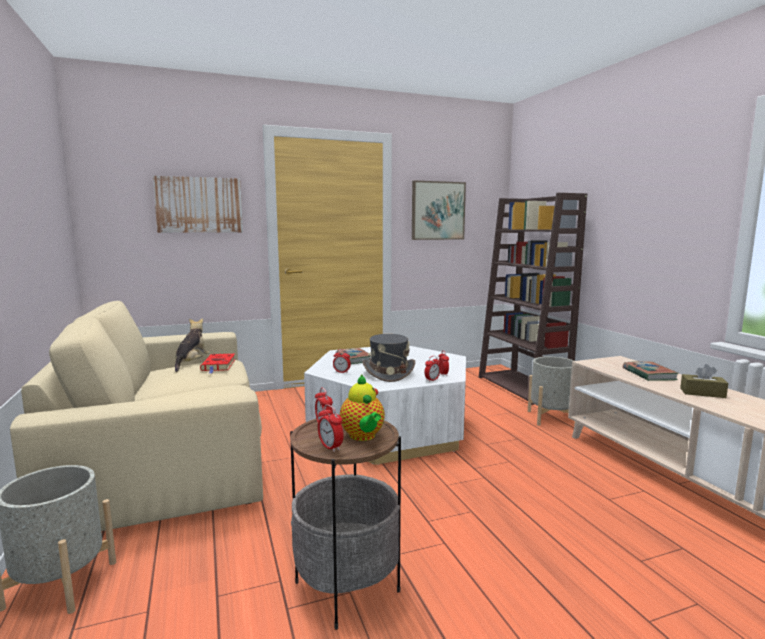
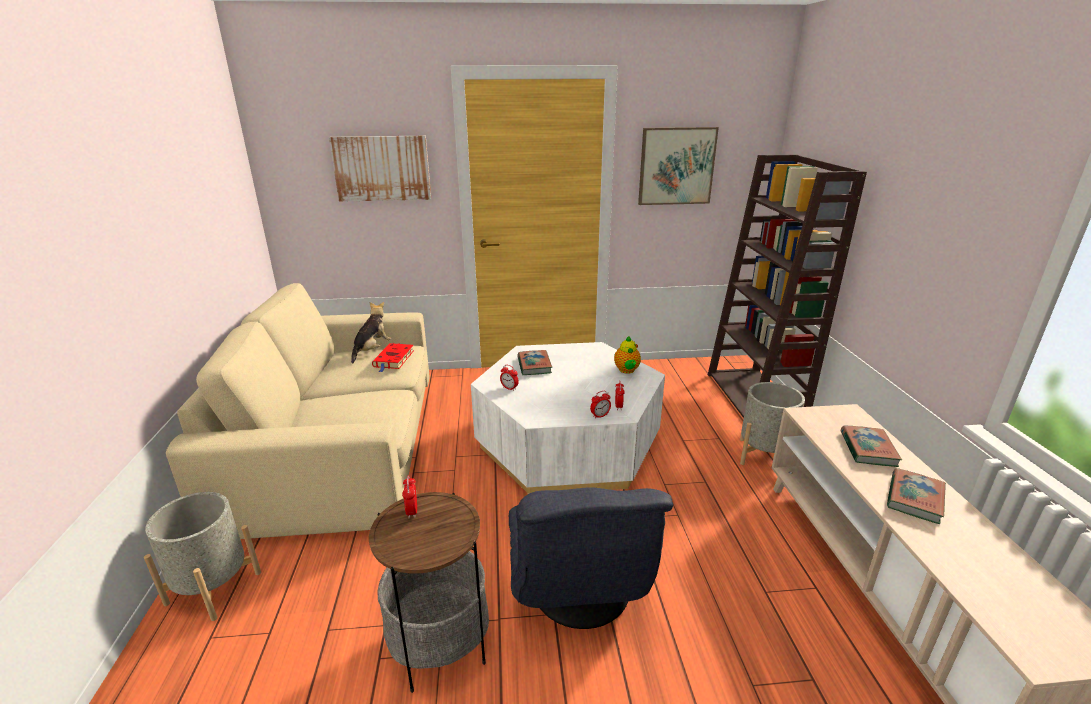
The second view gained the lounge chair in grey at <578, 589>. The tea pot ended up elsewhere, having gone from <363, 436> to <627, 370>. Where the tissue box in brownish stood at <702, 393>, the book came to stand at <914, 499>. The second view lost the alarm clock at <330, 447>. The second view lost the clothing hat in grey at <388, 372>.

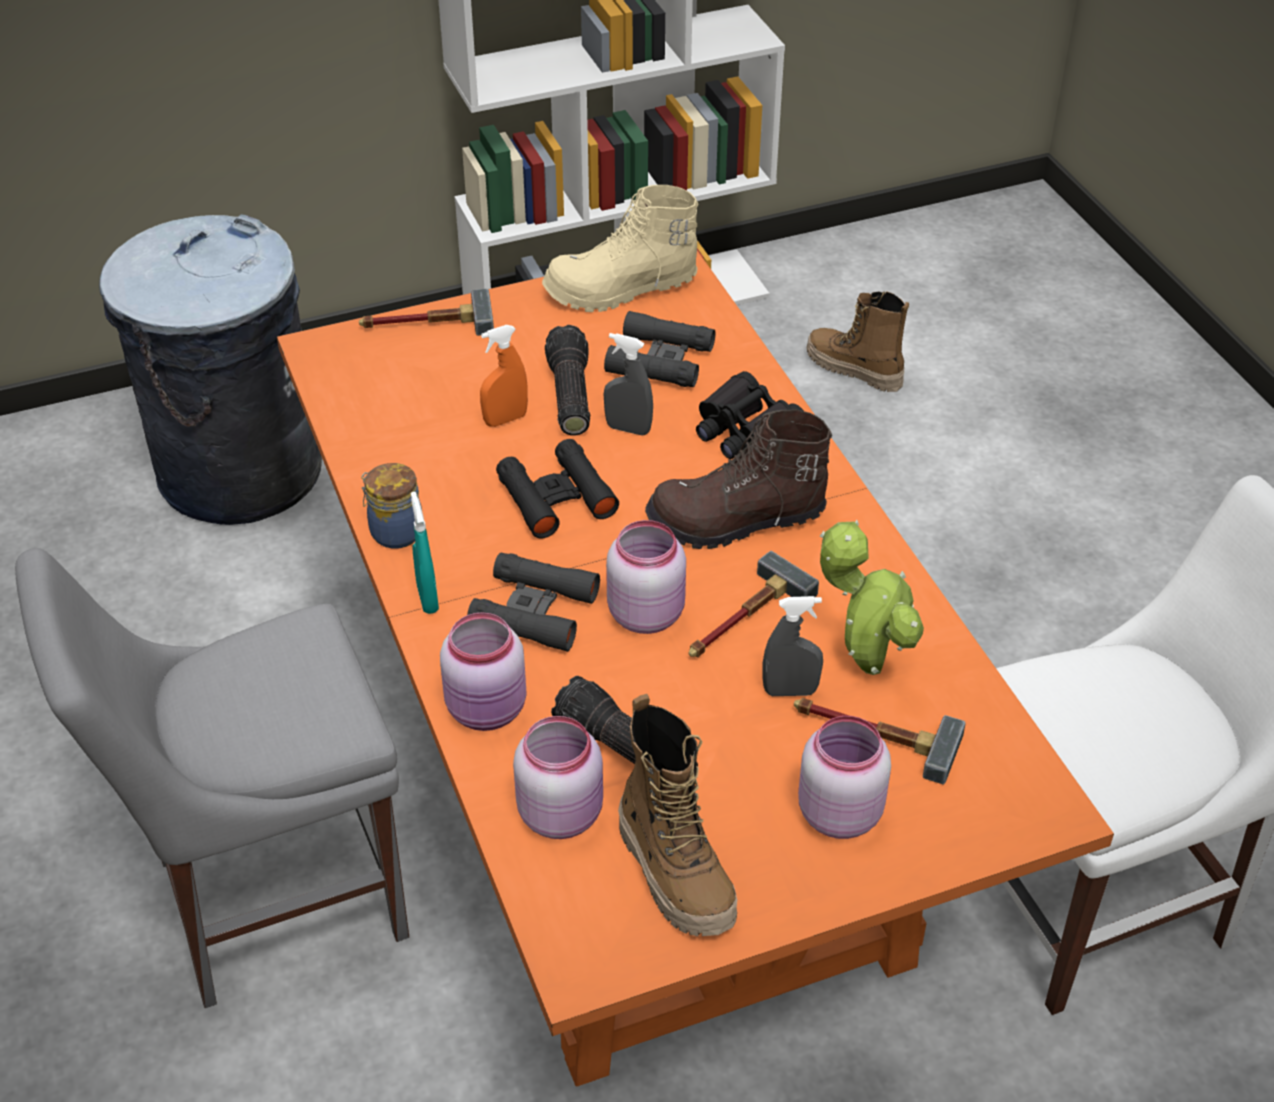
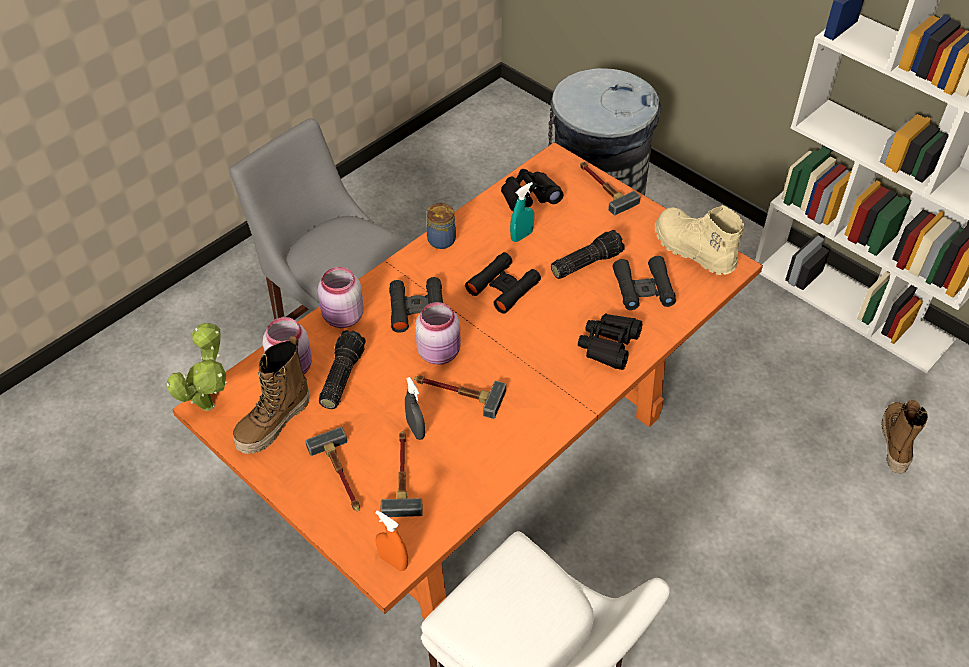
The potted plant ended up elsewhere, having gone from <865, 663> to <210, 402>. Where the jar in pink stood at <837, 812>, the hammer came to stand at <341, 476>. The sprayer in orangey ended up elsewhere, having gone from <505, 419> to <393, 561>. The second view gained the binoculars in blackish at <529, 197>. The sprayer in turquoise ended up elsewhere, having gone from <427, 598> to <521, 236>. The second view lost the sprayer in grey at <628, 429>. The second view lost the high-top boot in brownish at <736, 521>.

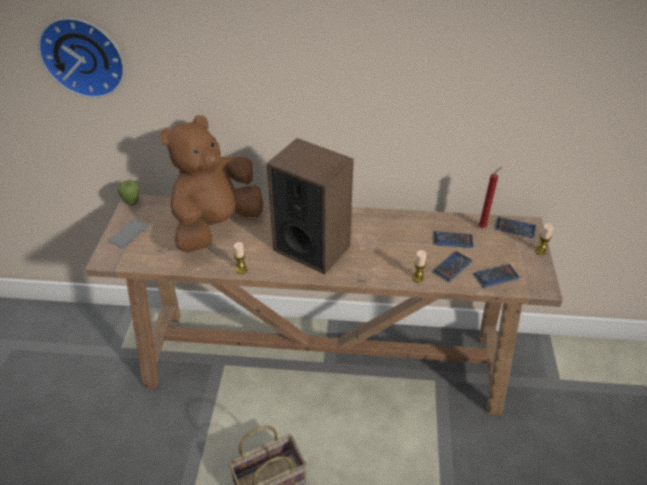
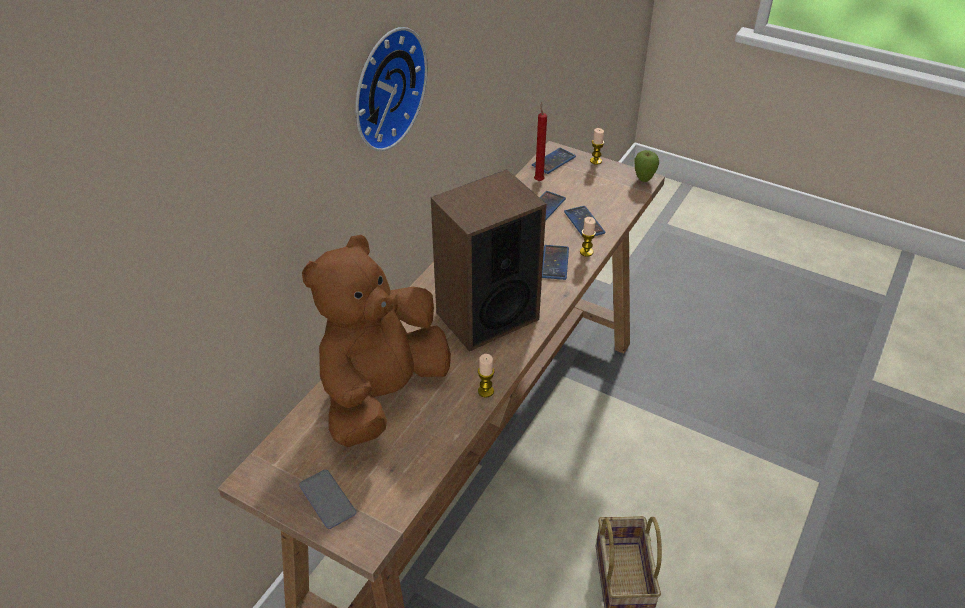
The cuddly toy in brownish at <216, 226> ended up facing another way, 60 degrees clockwise from before. The clock on the wall ended up elsewhere, having gone from <84, 56> to <384, 87>. The phone ended up elsewhere, having gone from <496, 276> to <555, 263>. The apple fruit ended up elsewhere, having gone from <132, 203> to <643, 180>.

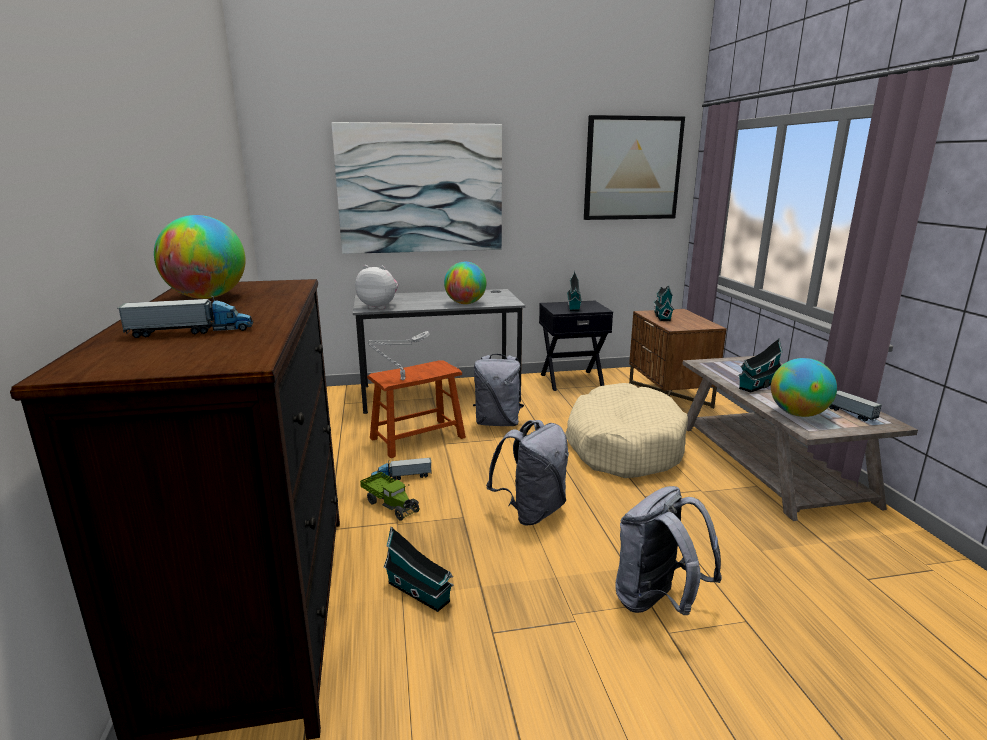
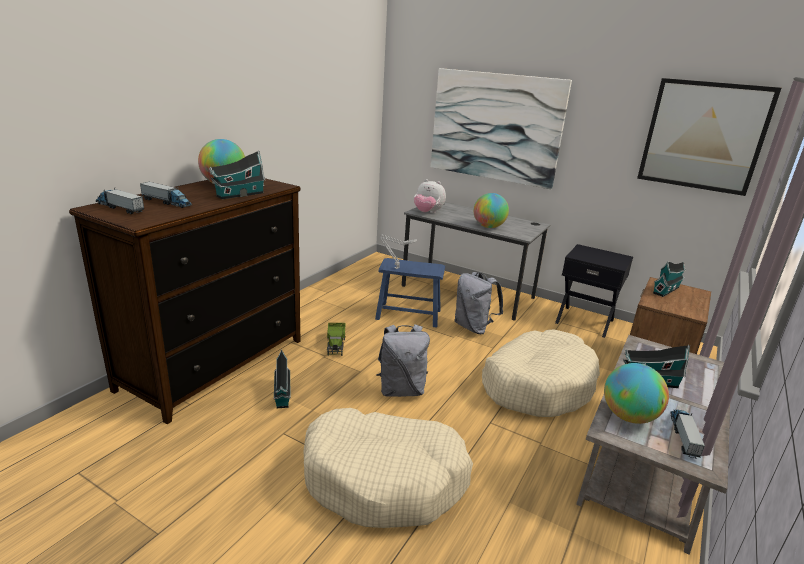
The model truck ended up elsewhere, having gone from <401, 477> to <119, 208>. The miniature house ended up elsewhere, having gone from <573, 307> to <238, 195>. Where the rucksack in grey stood at <657, 602>, the dog bed in sand-coloured came to stand at <384, 479>. What was the stool in brownish at <417, 438> turned into the stool in blue-coloured at <408, 314>. The cuddly toy at <379, 307> ended up facing another way, 150 degrees clockwise from before.

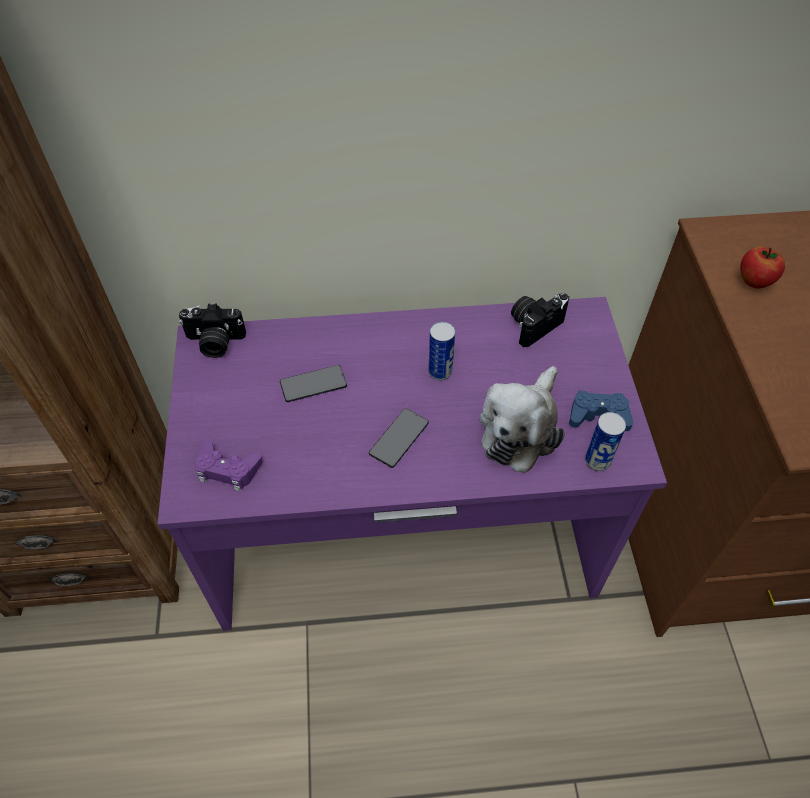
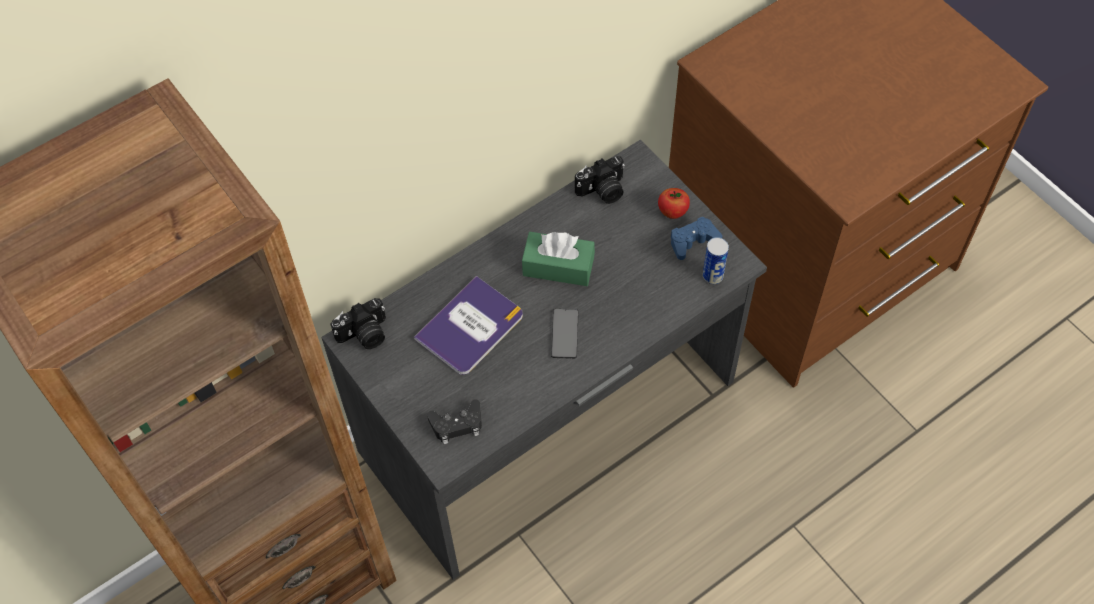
What was the desk in purplish at <405, 536> turned into the desk in grey at <550, 419>. Where the phone stood at <313, 384>, the book came to stand at <470, 327>. What was the game controller in purplish at <227, 469> turned into the game controller in blackish at <457, 425>. Where the metal can stood at <440, 371>, the tissue box in green-coloured came to stand at <558, 266>. The photo camera at <534, 325> ended up facing another way, 135 degrees counterclockwise from before. The apple fruit ended up elsewhere, having gone from <754, 281> to <672, 212>. The second view lost the cuddly toy at <520, 428>.

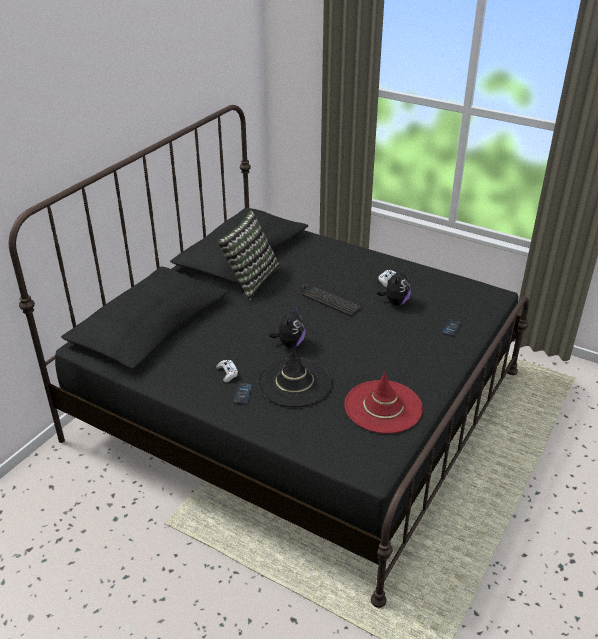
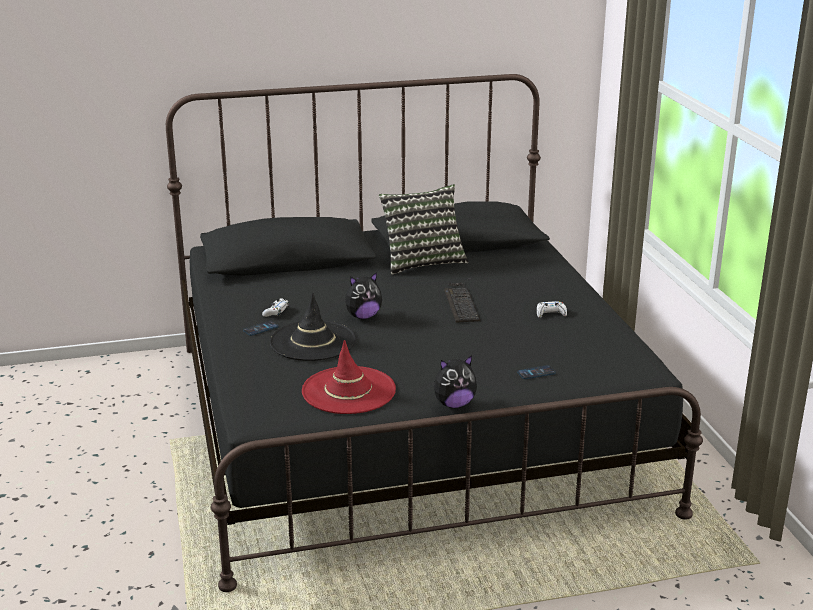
The cuddly toy ended up elsewhere, having gone from <395, 302> to <454, 404>.

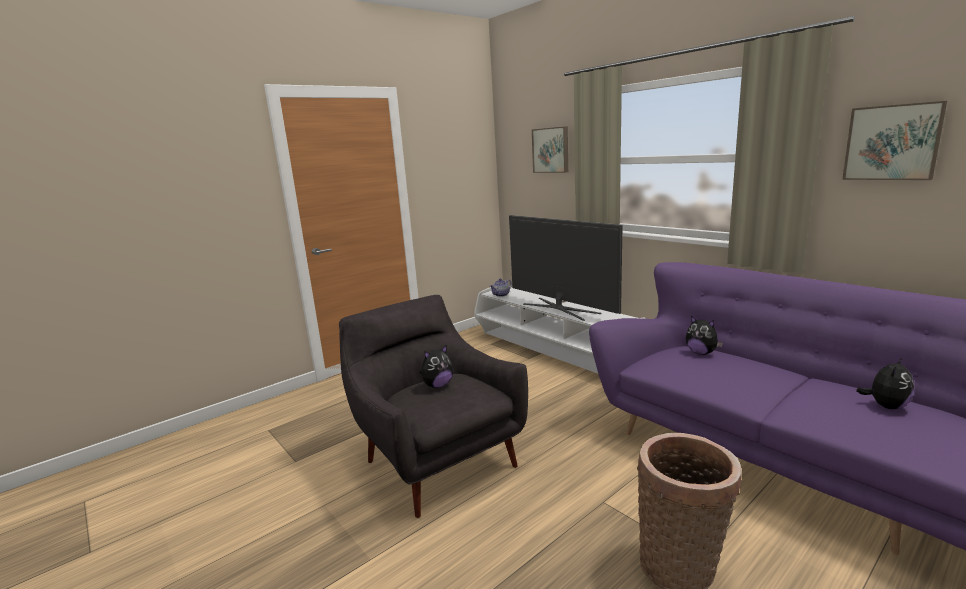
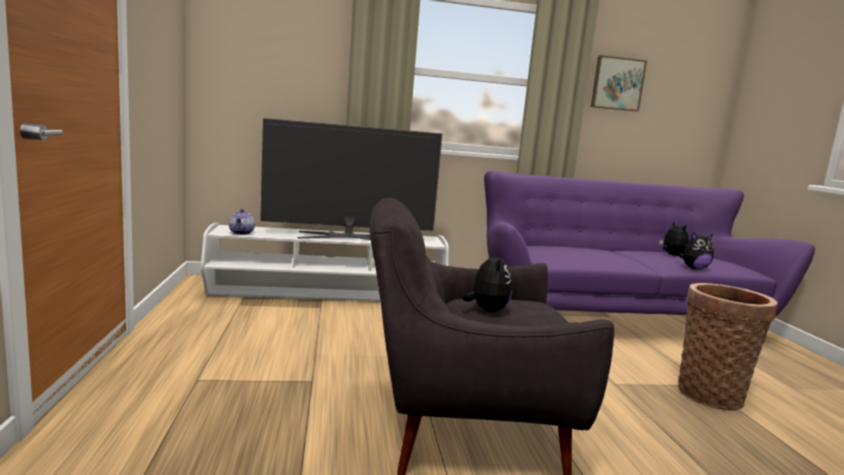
The cuddly toy ended up elsewhere, having gone from <701, 353> to <694, 268>. The second view lost the wall art at <551, 150>.

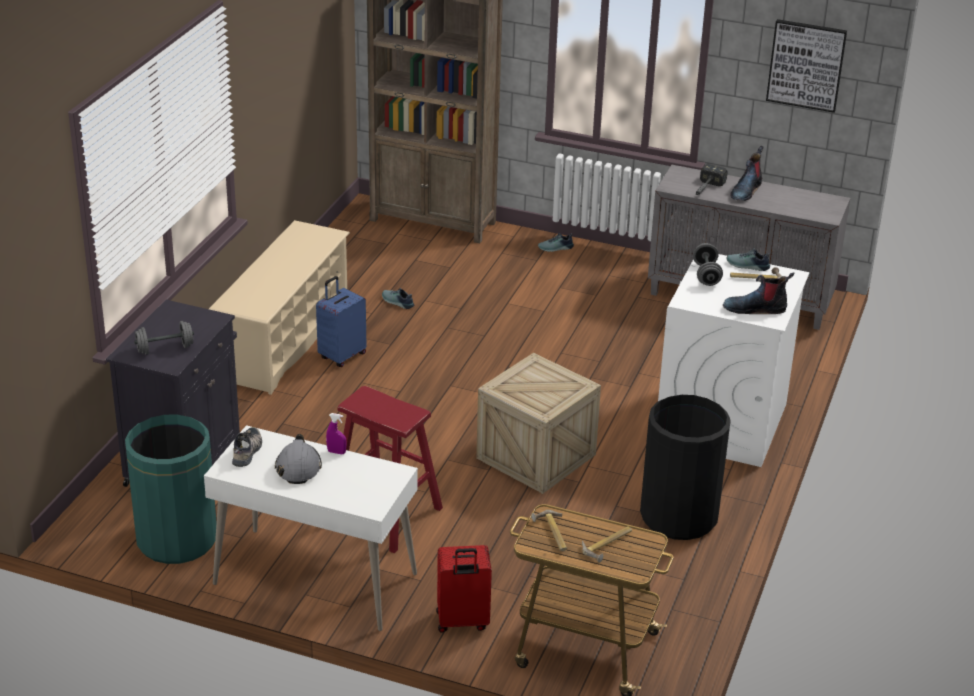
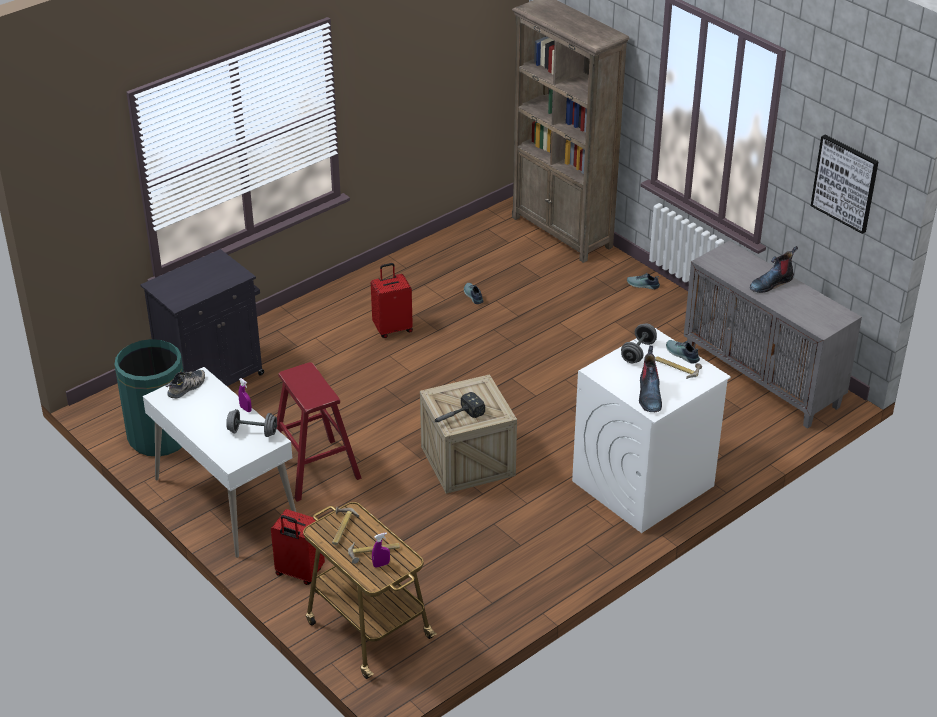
The free weight in grey ended up elsewhere, having gone from <165, 349> to <252, 432>. What was the suitcase in blue-coloured at <341, 356> turned into the suitcase in red-coloured at <392, 328>. The second view gained the sprayer in purplish at <381, 564>. The hammer ended up elsewhere, having gone from <705, 190> to <456, 417>. The high-top boot at <755, 309> ended up facing another way, 120 degrees counterclockwise from before. The second view lost the shoe rack in sand-coloured at <284, 341>. The second view lost the hard hat in grey at <298, 467>. The second view lost the trash can in blackish at <678, 516>.

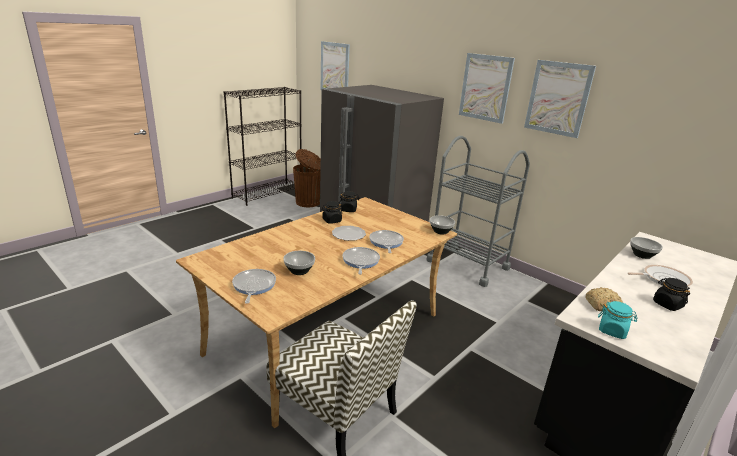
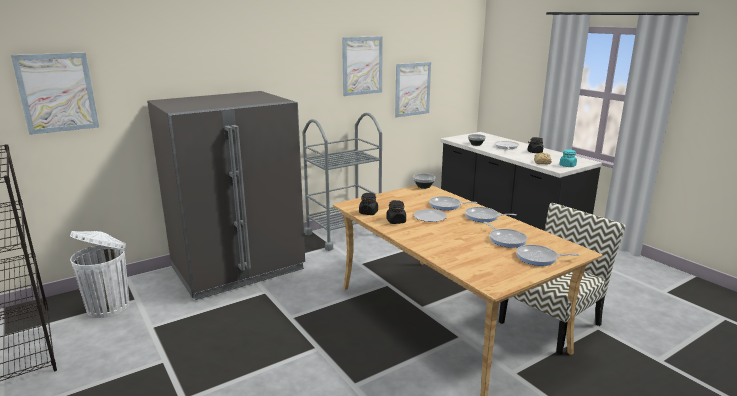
What was the trash can in brownish at <308, 203> turned into the trash can in white at <109, 306>. The wall art ended up elsewhere, having gone from <485, 88> to <412, 89>. Where the serving bowl stood at <300, 271>, the pan came to stand at <506, 239>.

